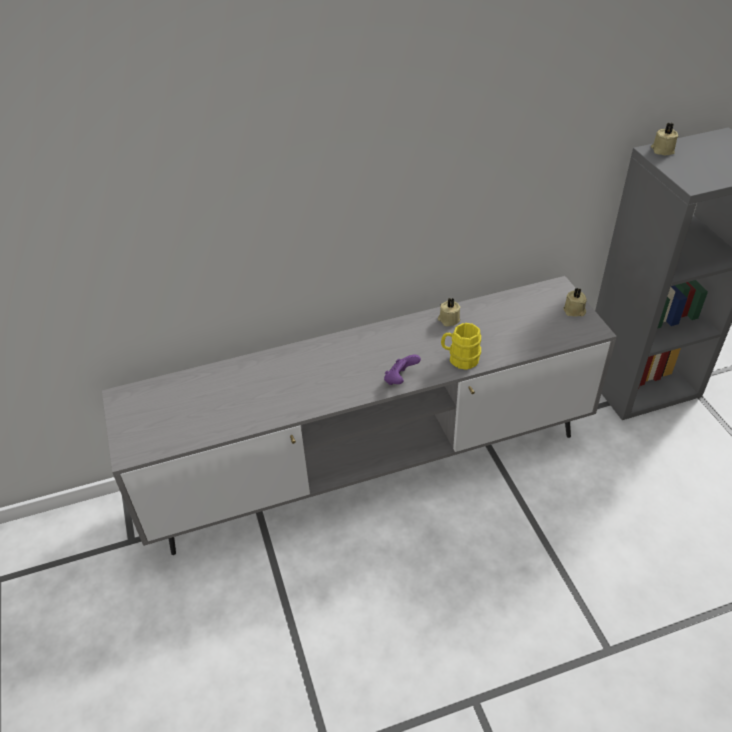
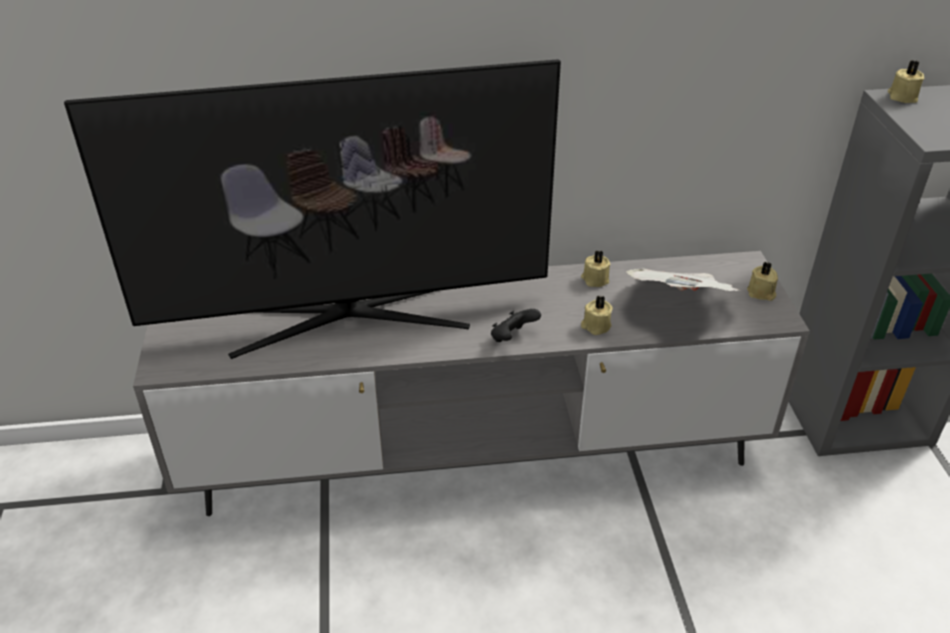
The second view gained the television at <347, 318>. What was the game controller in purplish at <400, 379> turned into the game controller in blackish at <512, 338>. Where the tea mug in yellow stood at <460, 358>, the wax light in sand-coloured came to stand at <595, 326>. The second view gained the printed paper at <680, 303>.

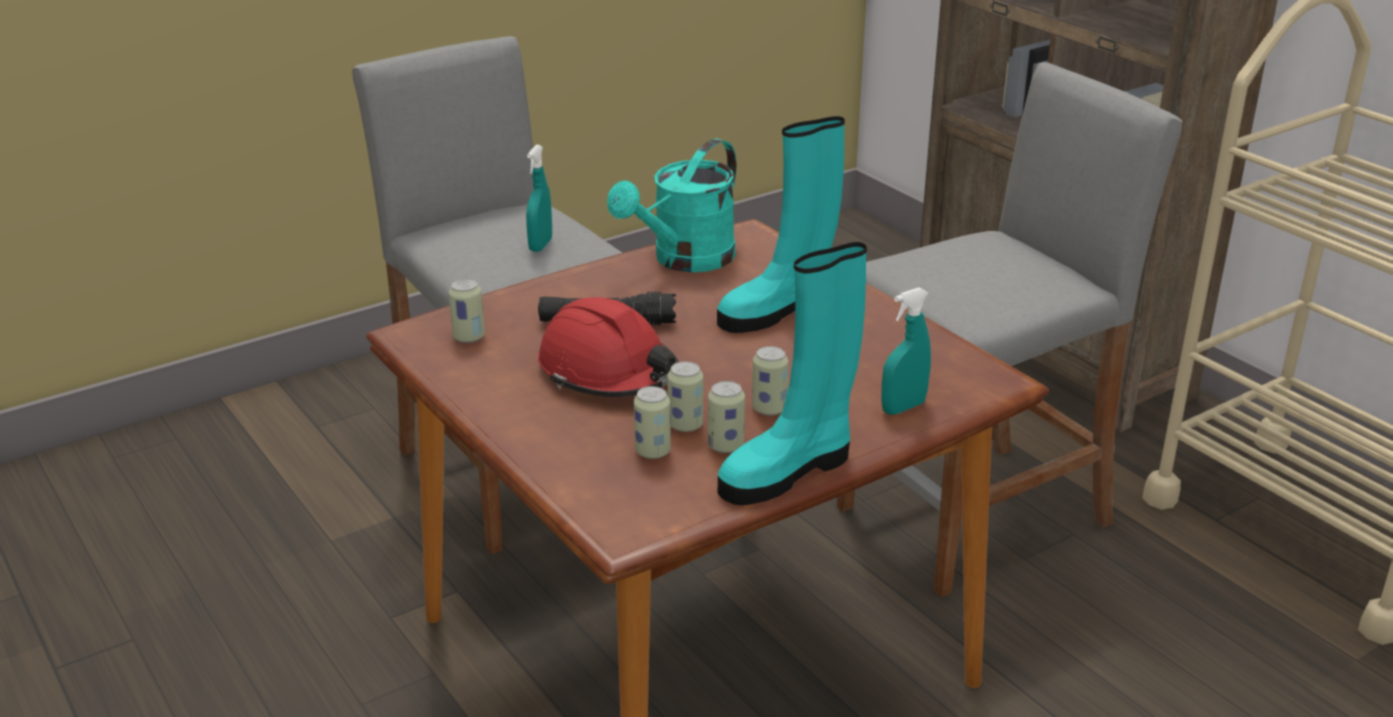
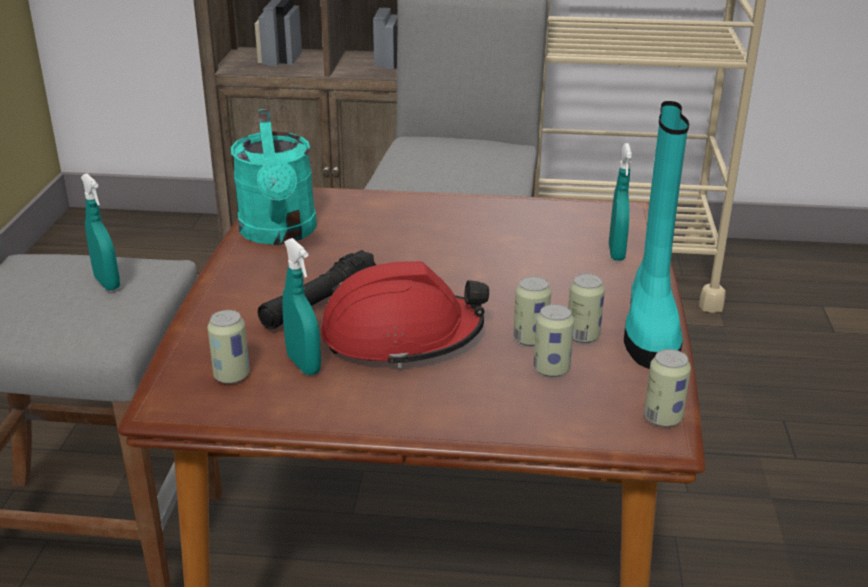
The second view gained the sprayer in turquoise at <303, 364>. The metal can ended up elsewhere, having gone from <769, 409> to <663, 418>. The second view lost the high-top boot in turquoise at <778, 311>.

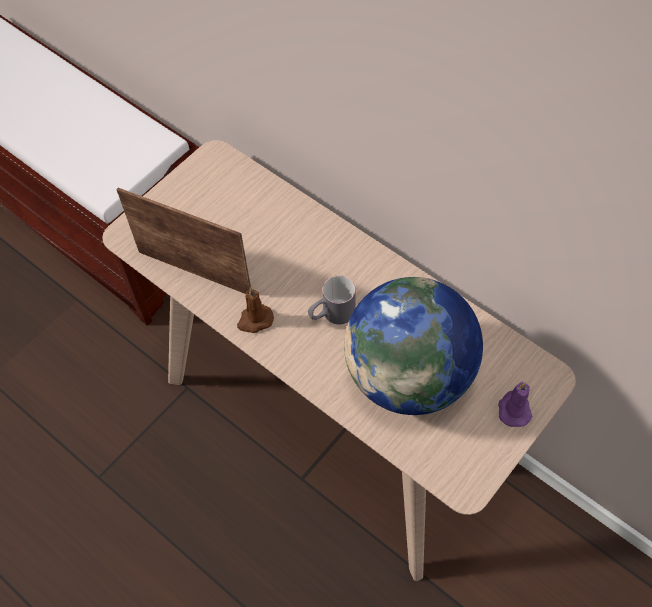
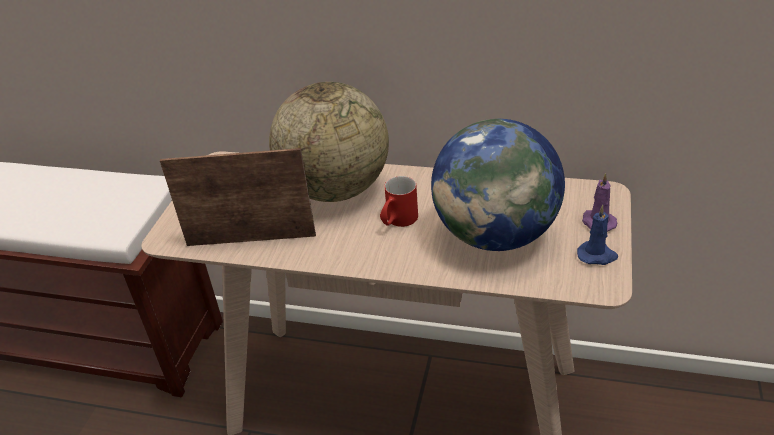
The second view gained the world globe at <336, 189>. What was the tea mug in grey at <331, 314> turned into the tea mug in red-coloured at <398, 221>. The second view gained the wax light in blue-coloured at <597, 255>. The second view lost the wax light in brownish at <254, 320>.

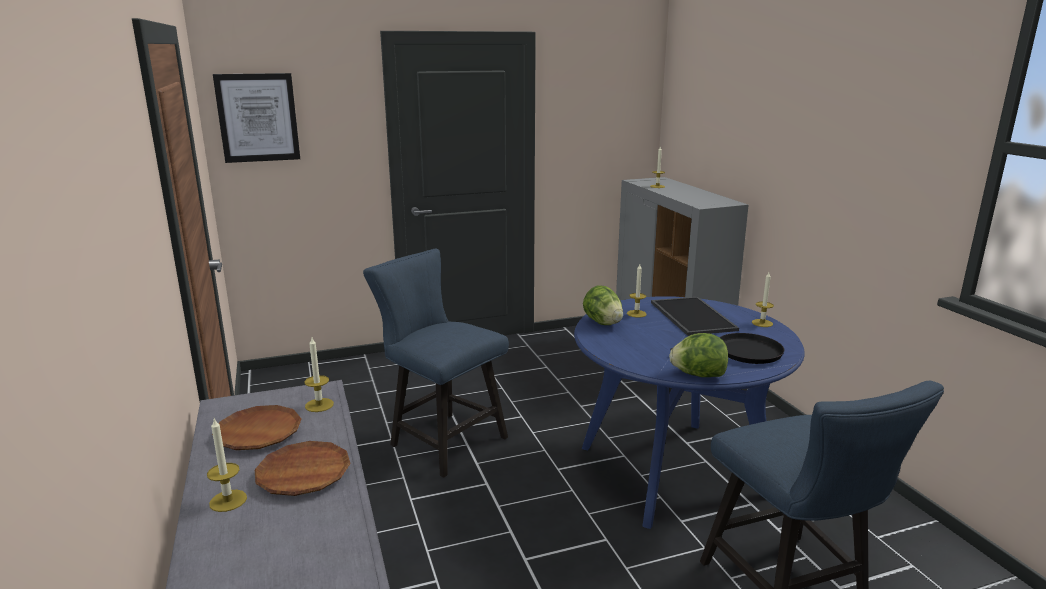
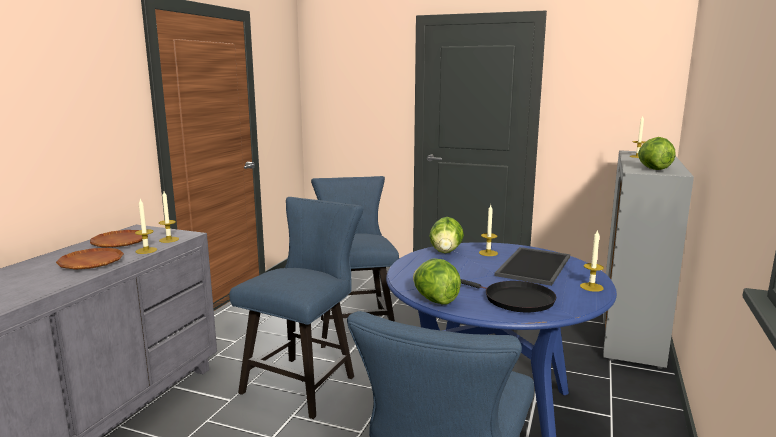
The wax light ended up elsewhere, having gone from <228, 500> to <146, 250>. The second view gained the chair in blue-coloured at <304, 381>. The second view gained the lettuce at <653, 169>. The second view lost the wall art at <258, 118>.

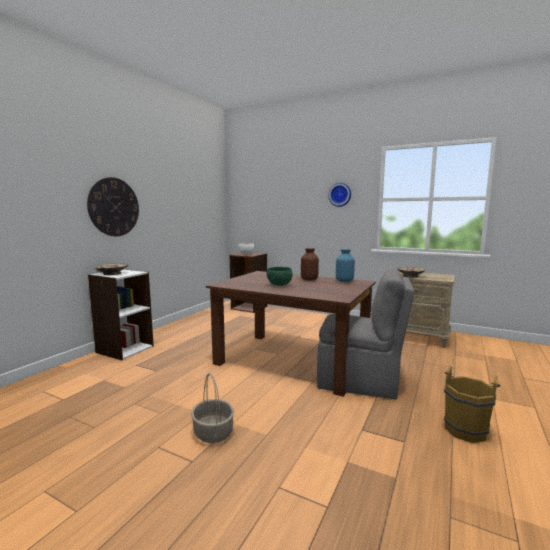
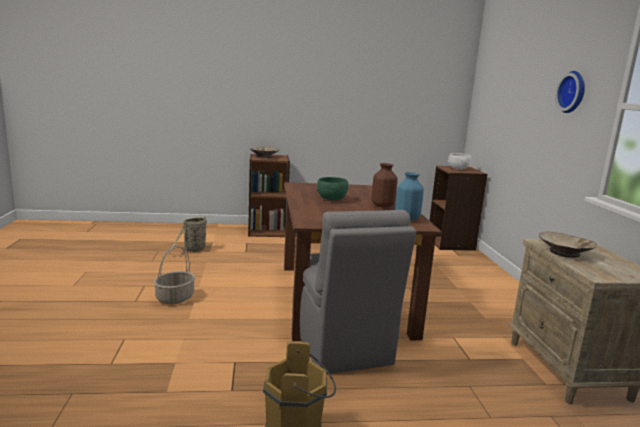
The second view gained the storage basket at <193, 250>. What was the bookcase in white at <124, 349> turned into the bookcase in brownish at <267, 231>. The second view lost the clock on the wall at <114, 207>.

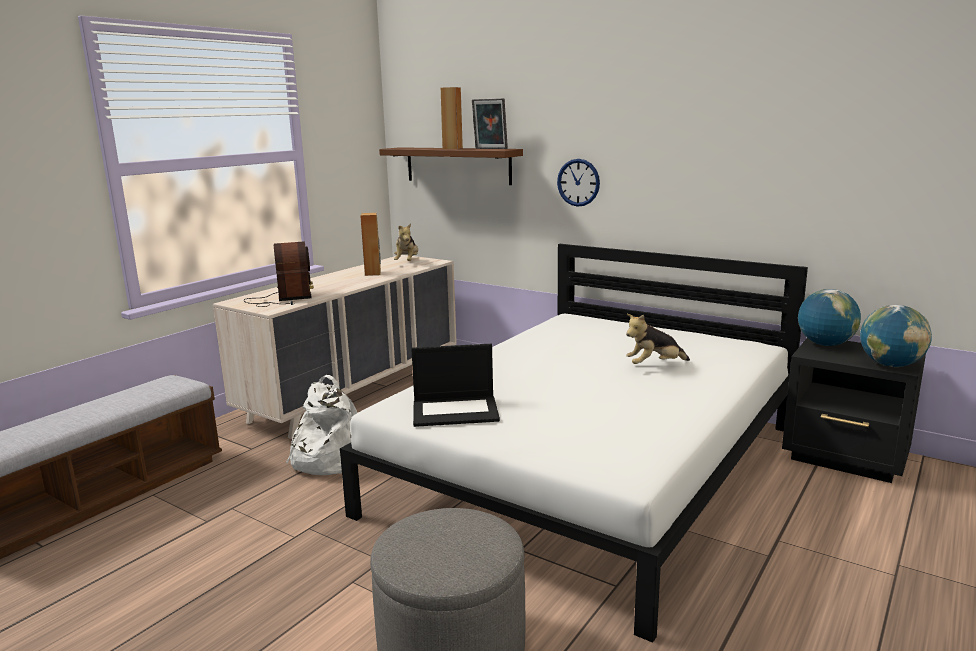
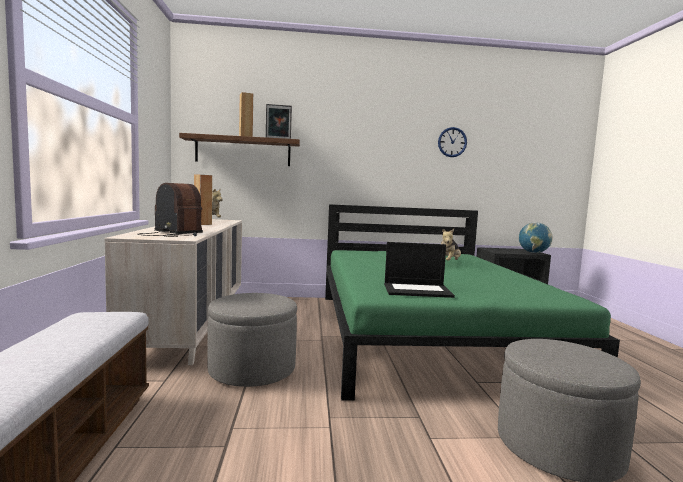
Where the rucksack in white stood at <327, 458>, the footrest in grey came to stand at <252, 369>. What was the bedroom bed in white at <592, 469> turned into the bedroom bed in green-coloured at <427, 334>. The laptop at <456, 411> ended up facing another way, 45 degrees clockwise from before. The clock on the wall ended up elsewhere, having gone from <578, 182> to <452, 142>. The second view lost the world globe at <825, 344>.

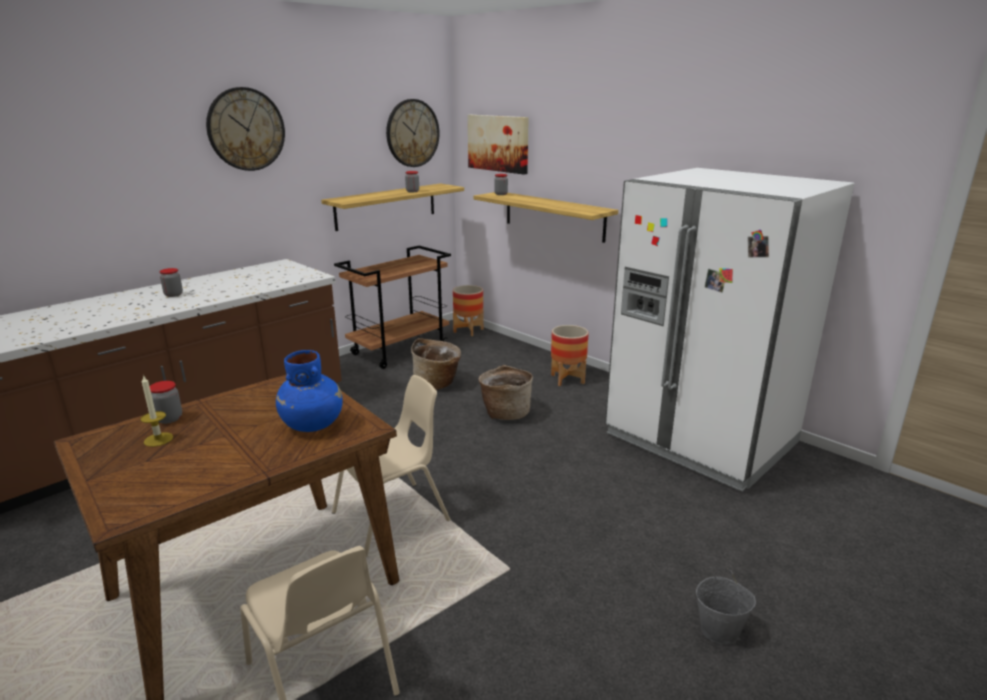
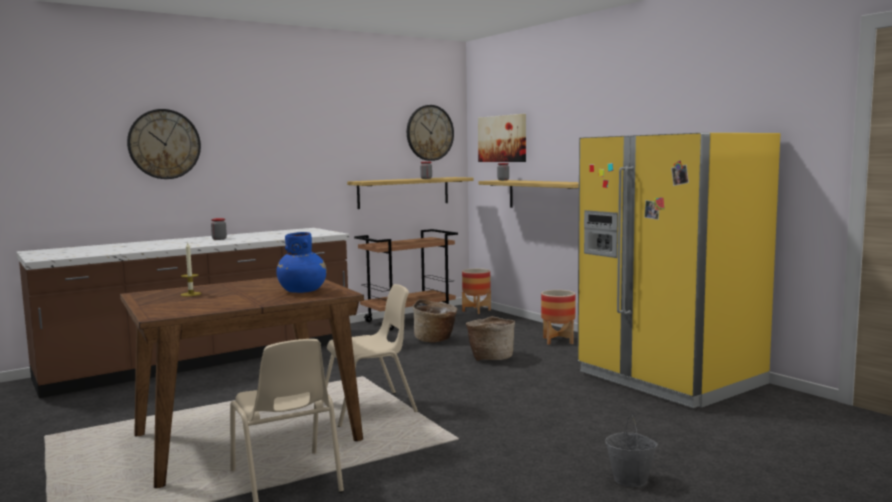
The clock on the wall ended up elsewhere, having gone from <246, 129> to <164, 144>. What was the fridge in white at <700, 439> turned into the fridge in yellow at <669, 379>. The second view lost the jar at <169, 419>.

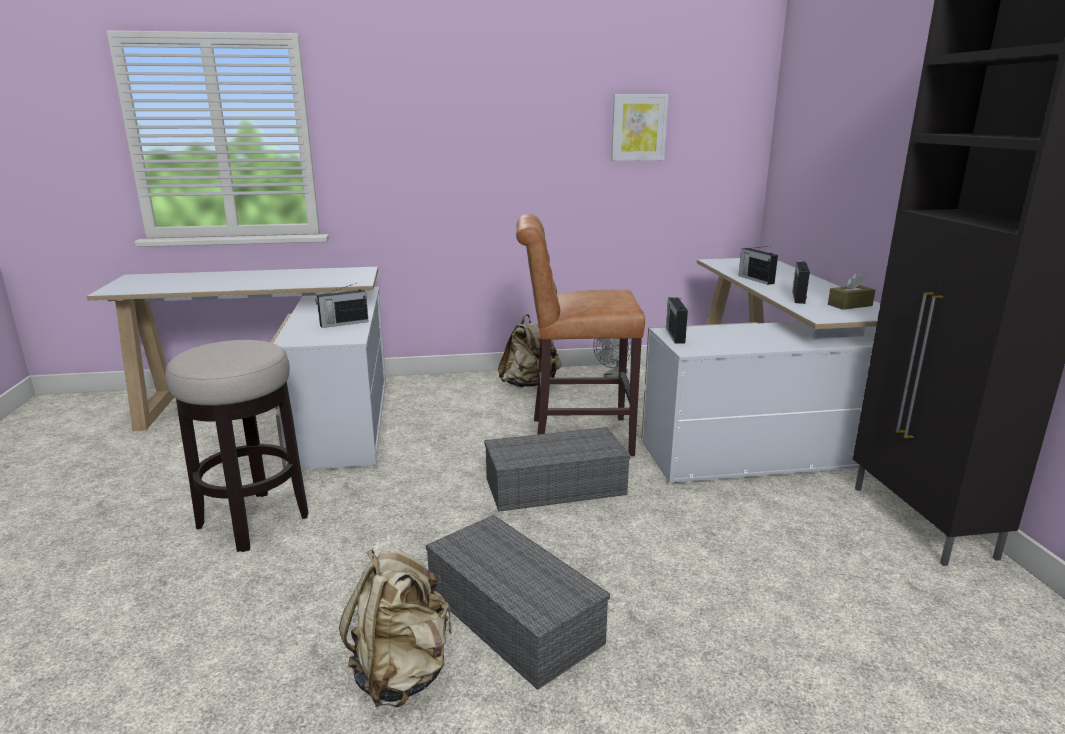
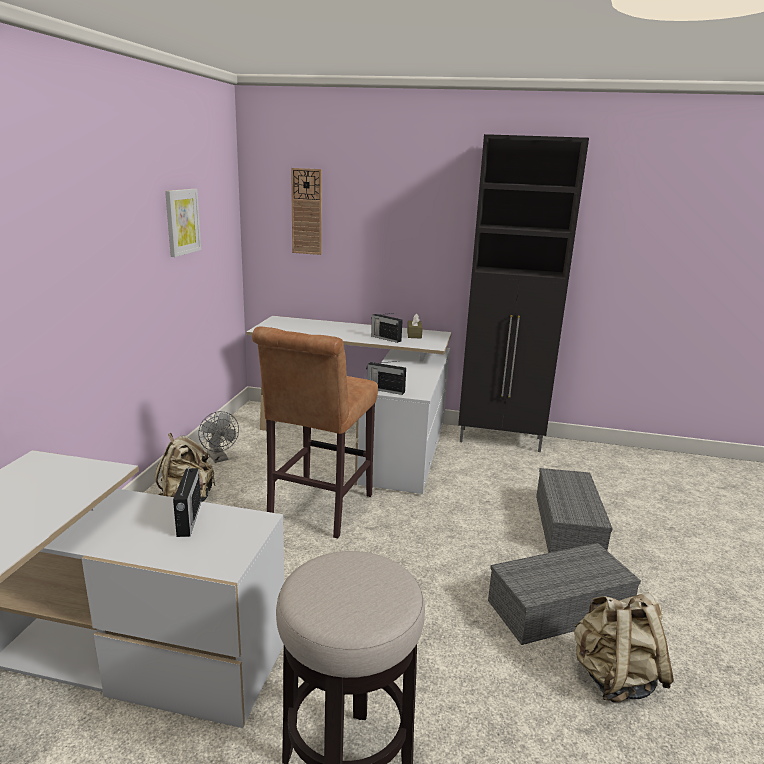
The second view gained the clock on the wall at <307, 212>. The storage container in grey ended up elsewhere, having gone from <553, 487> to <569, 526>. The second view lost the radio receiver at <755, 279>.

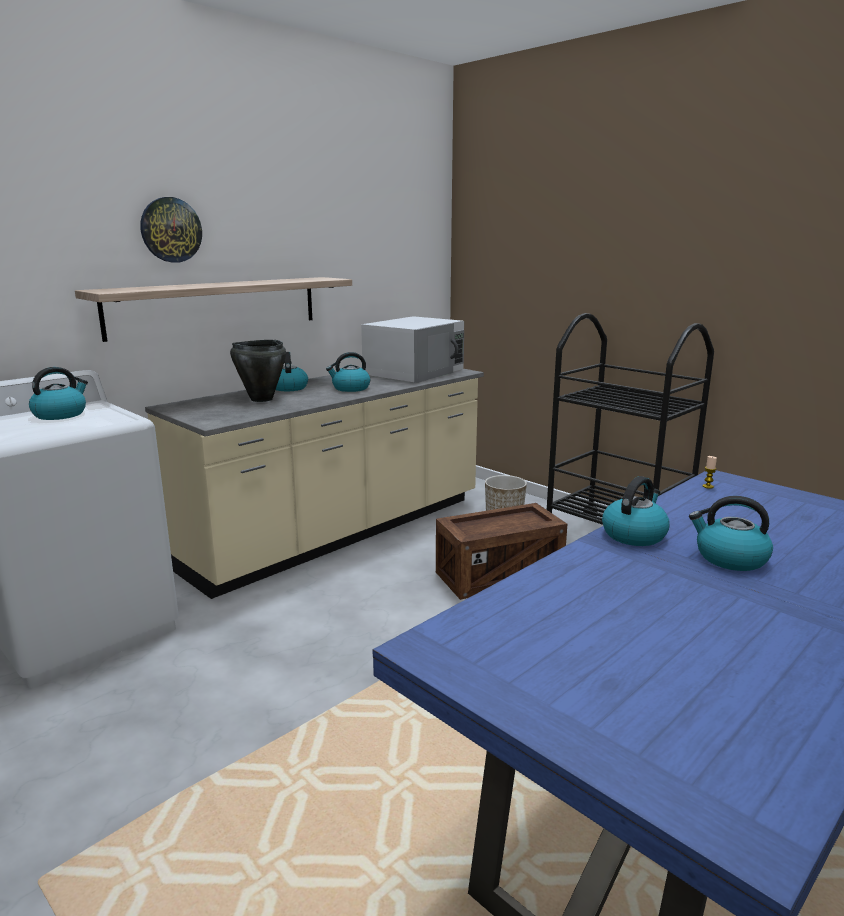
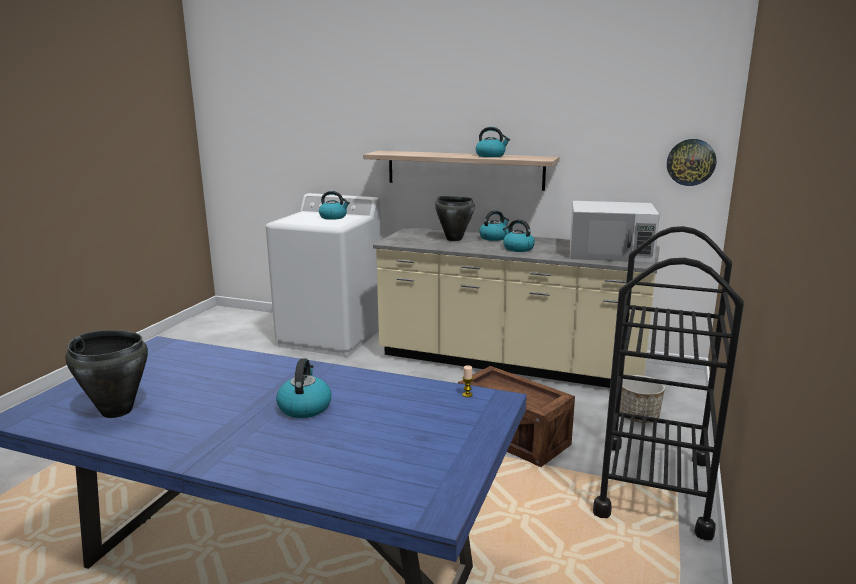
The second view gained the saucepot in blackish at <117, 411>. The water kettle ended up elsewhere, having gone from <634, 534> to <491, 156>. The clock on the wall ended up elsewhere, having gone from <171, 230> to <691, 162>.

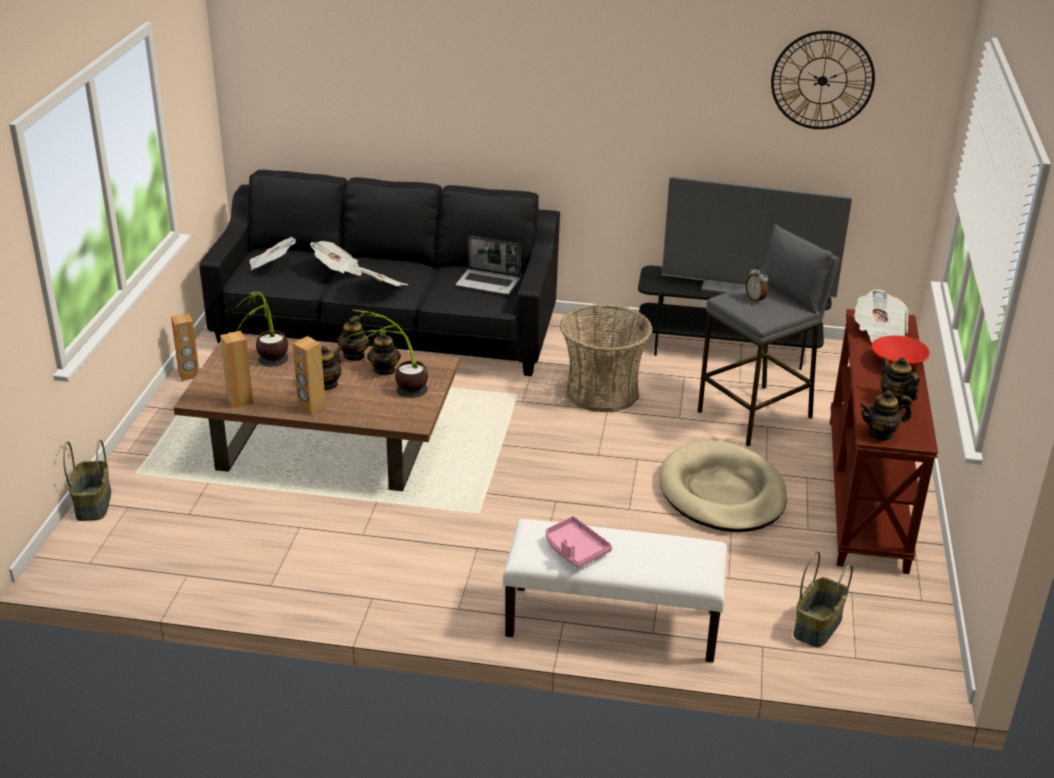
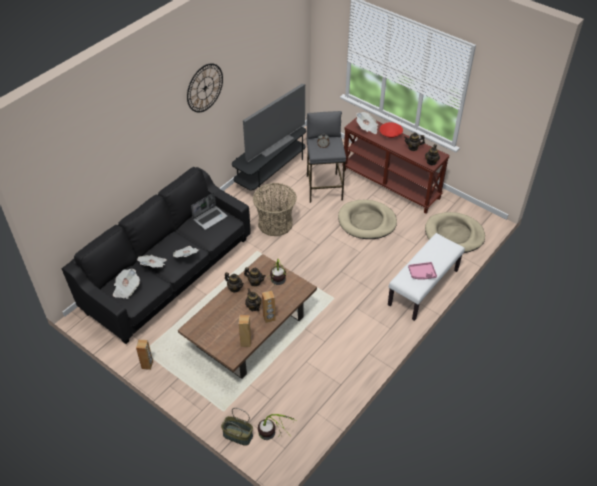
The clock on the wall ended up elsewhere, having gone from <822, 80> to <205, 88>. The potted plant ended up elsewhere, having gone from <268, 368> to <275, 438>. Where the storage basket stood at <818, 627>, the dog bed in sand-coloured came to stand at <454, 235>.

